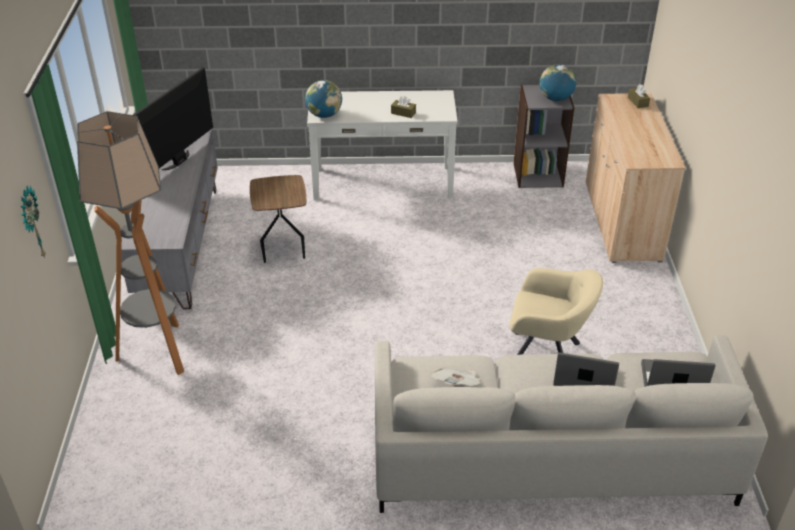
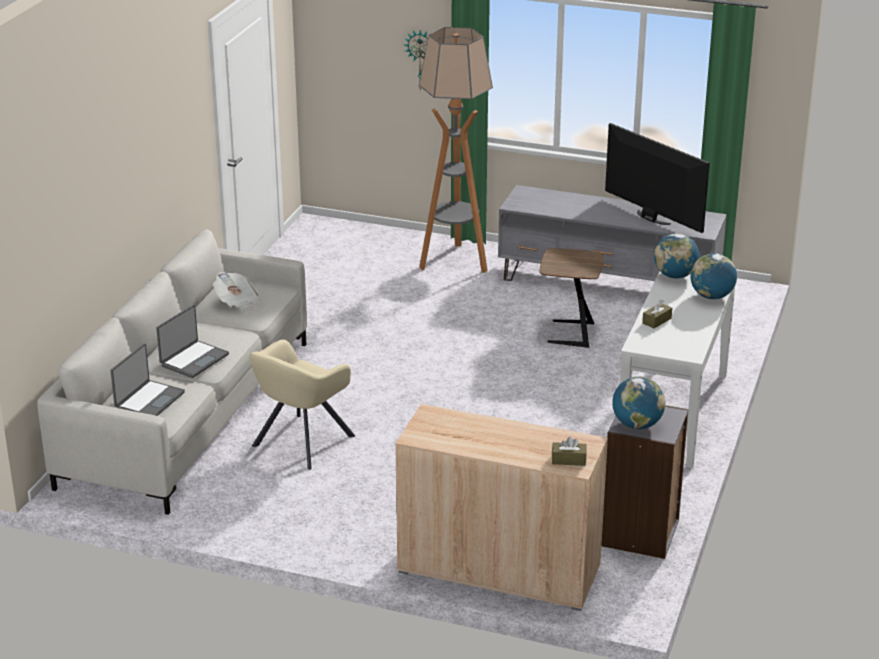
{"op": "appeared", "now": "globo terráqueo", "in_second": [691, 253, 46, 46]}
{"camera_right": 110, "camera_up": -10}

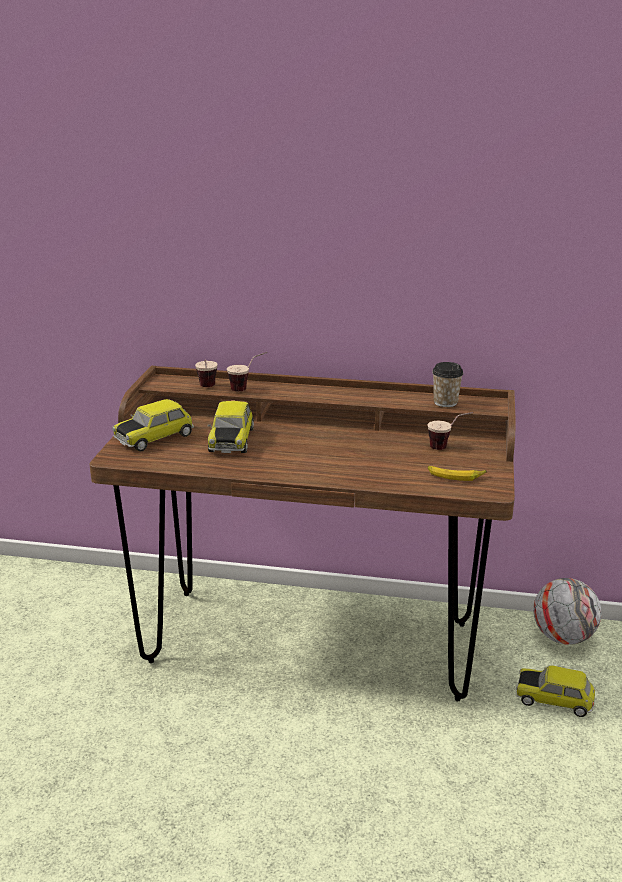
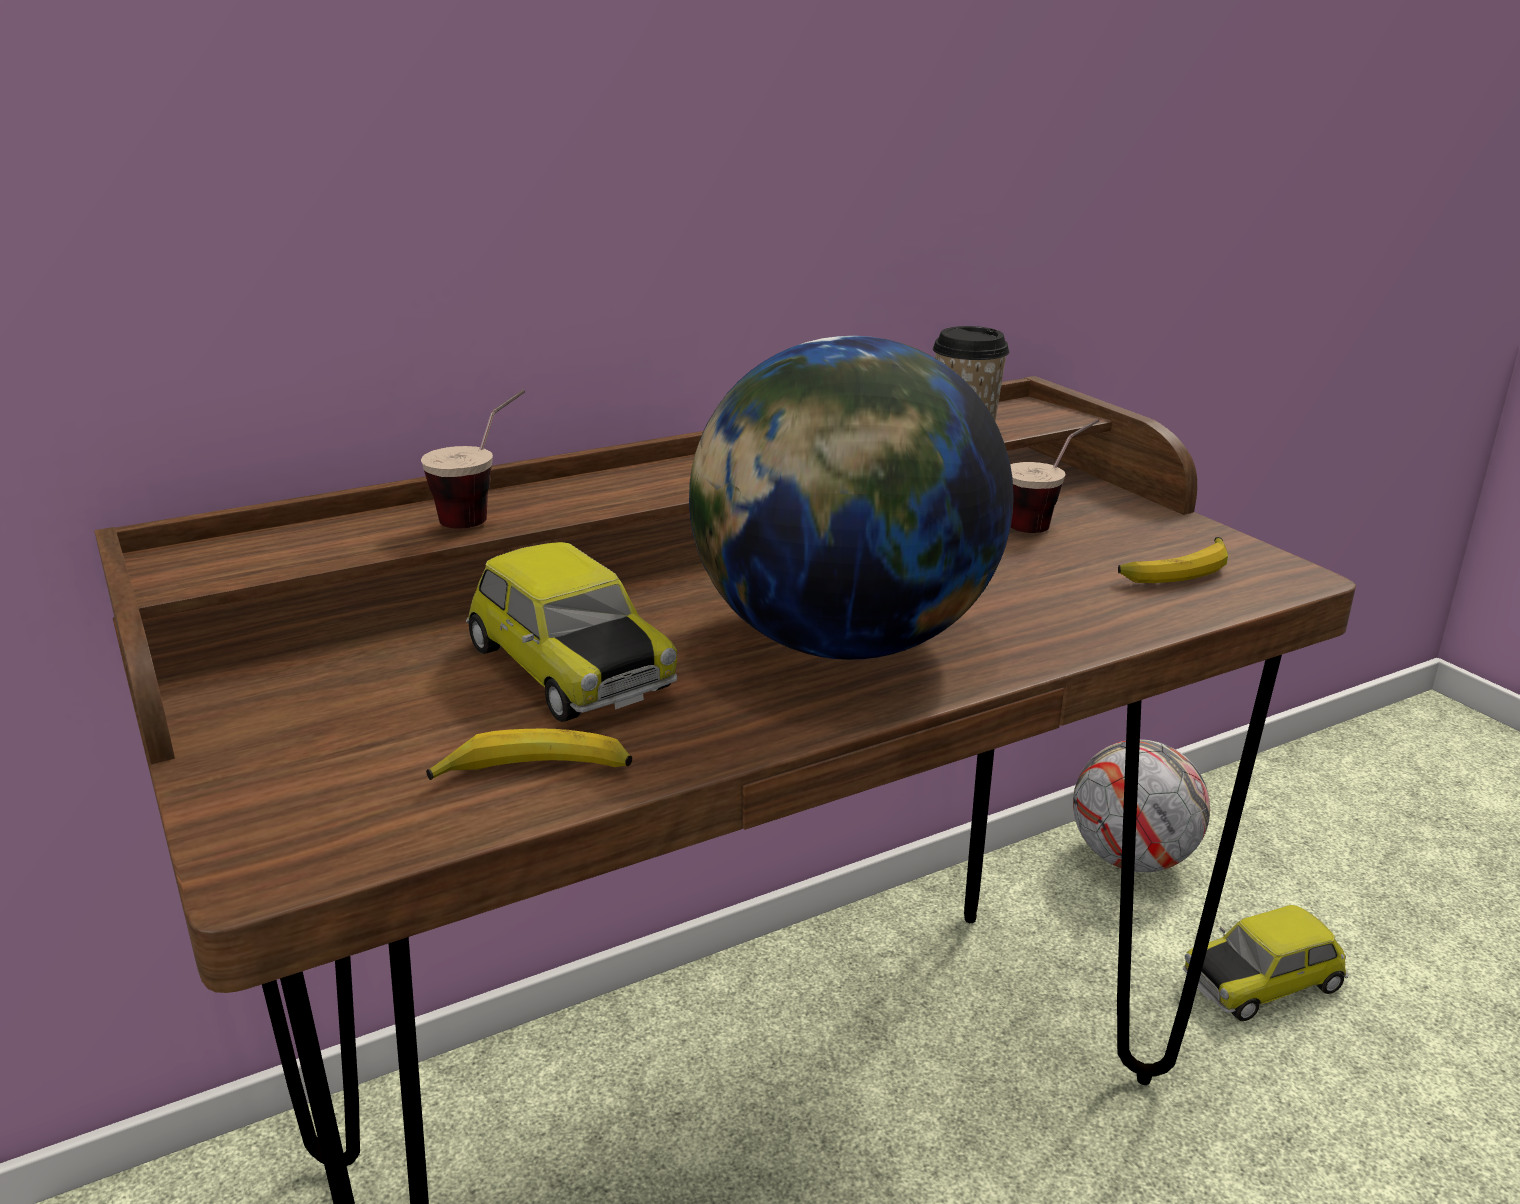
{"op": "missing", "was": "taza", "in_first": [195, 359, 23, 28]}
{"op": "missing", "was": "coche de juguete", "in_first": [112, 399, 82, 53]}
{"op": "appeared", "now": "globo terráqueo", "in_second": [689, 336, 325, 324]}
{"op": "appeared", "now": "plátano", "in_second": [426, 729, 206, 51]}
{"camera_right": -40, "camera_up": 0}

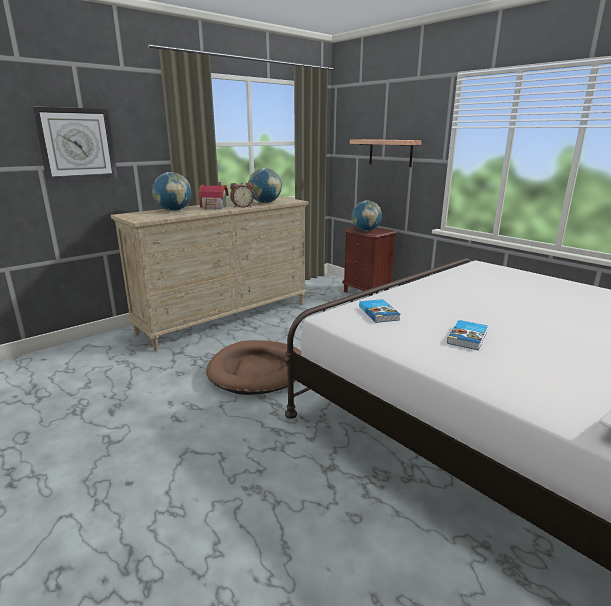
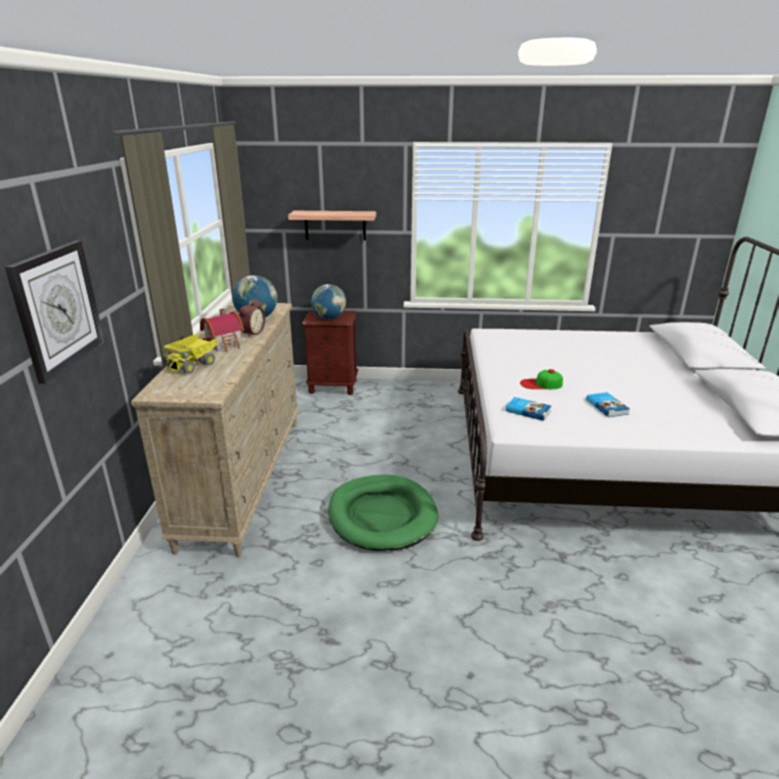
{"op": "exchanged", "was": "globo terráqueo", "now": "camión de juguete", "in_first": [152, 172, 39, 39], "in_second": [164, 334, 54, 40]}
{"op": "colour", "was": "cama para perro/marrón", "now": "cama para perro/verde", "in_first": [206, 340, 95, 55], "in_second": [328, 475, 110, 76]}
{"op": "appeared", "now": "gorra", "in_second": [520, 369, 43, 20]}
{"camera_right": -45, "camera_up": 5}

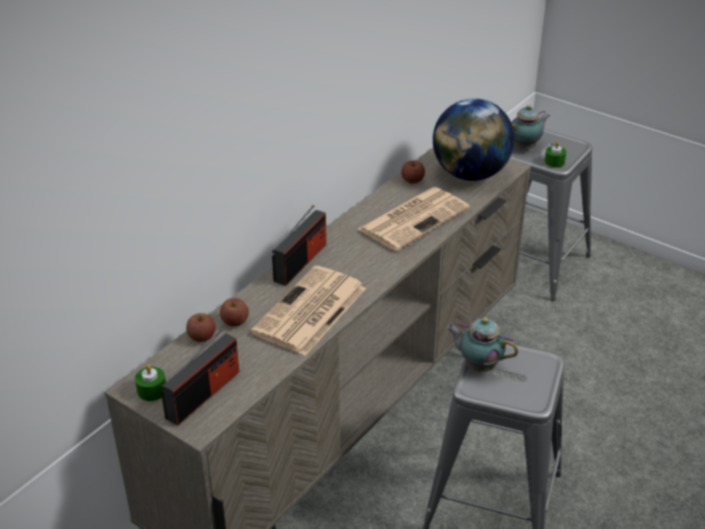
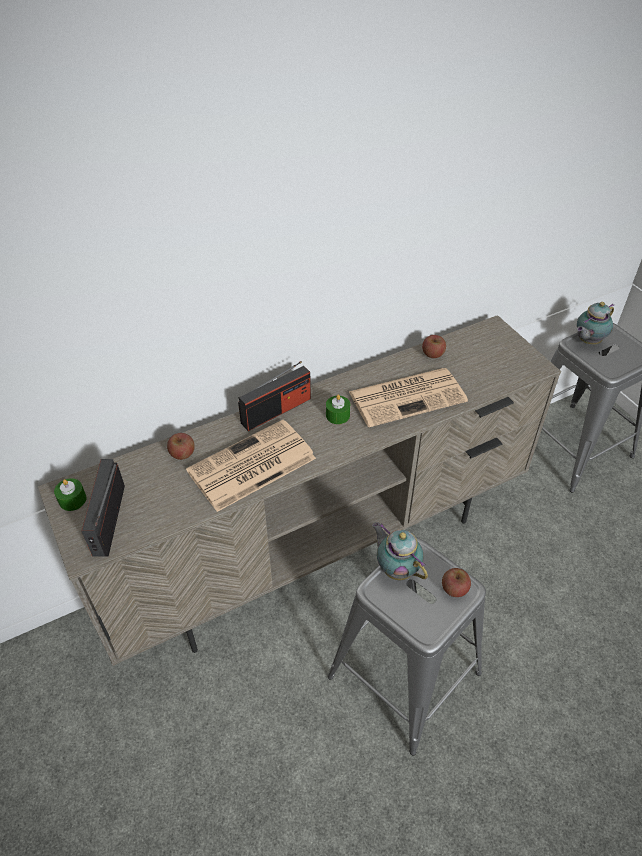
{"op": "missing", "was": "globo terráqueo", "in_first": [433, 98, 82, 83]}
{"op": "spun", "was": "tetera", "in_first": [511, 105, 39, 44], "in_second": [577, 302, 37, 43], "clockwise": 150}
{"op": "relocated", "was": "vela/verde", "in_first": [545, 141, 21, 27], "in_second": [326, 394, 24, 30]}
{"op": "relocated", "was": "manzana", "in_first": [186, 313, 29, 29], "in_second": [442, 568, 29, 29]}
{"op": "spun", "was": "radio", "in_first": [161, 328, 78, 98], "in_second": [81, 459, 44, 98], "clockwise": 120}
{"camera_right": 25, "camera_up": 10}

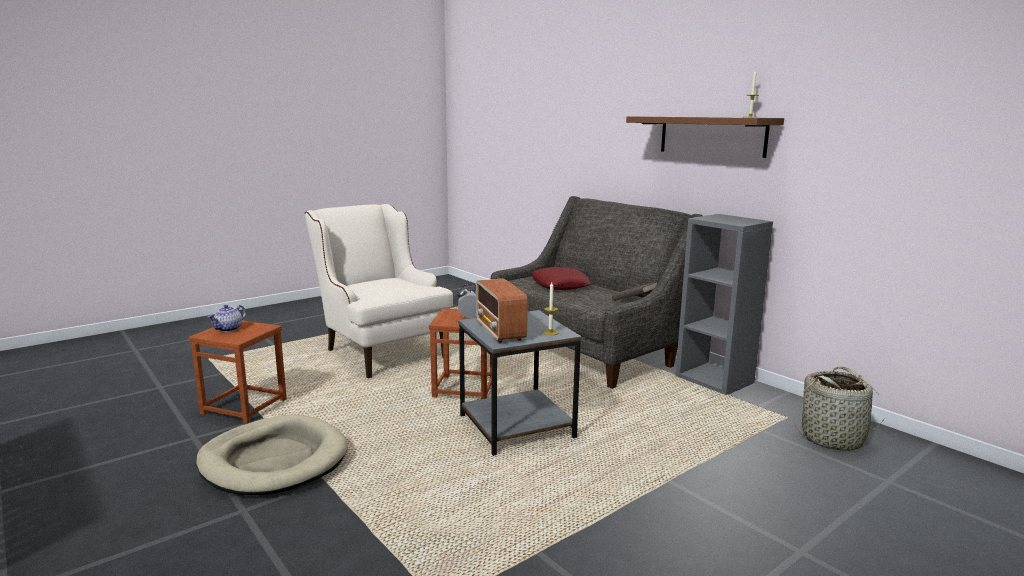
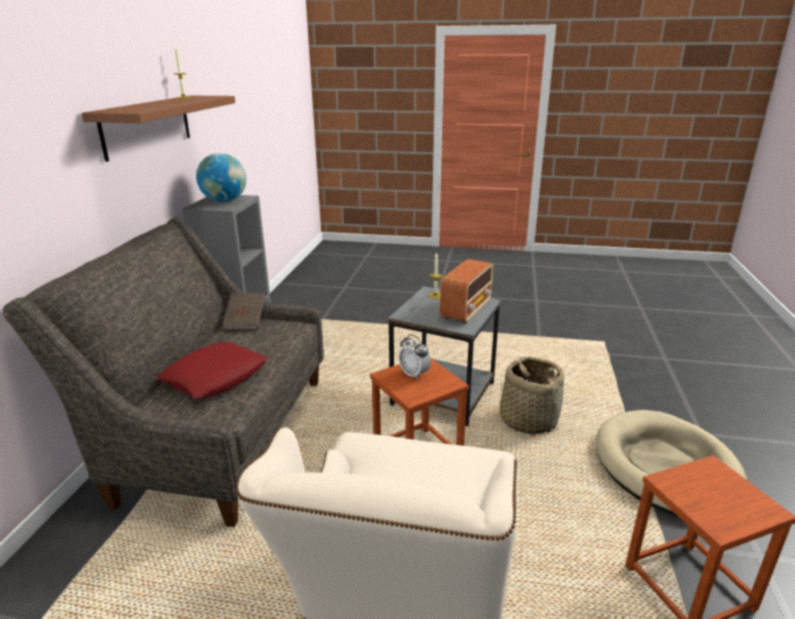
{"op": "missing", "was": "tetera", "in_first": [208, 305, 38, 27]}
{"op": "relocated", "was": "cesta", "in_first": [795, 366, 90, 85], "in_second": [500, 356, 64, 78]}
{"op": "appeared", "now": "globo terráqueo", "in_second": [196, 153, 50, 49]}
{"camera_right": -130, "camera_up": 10}

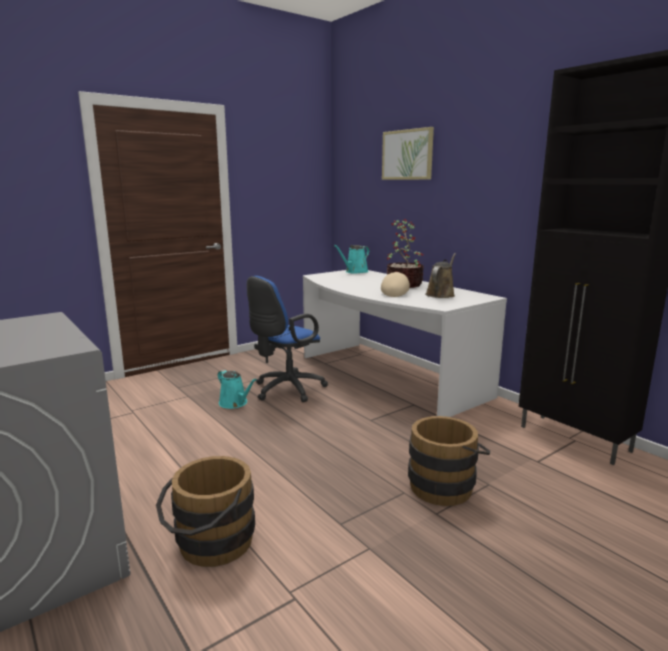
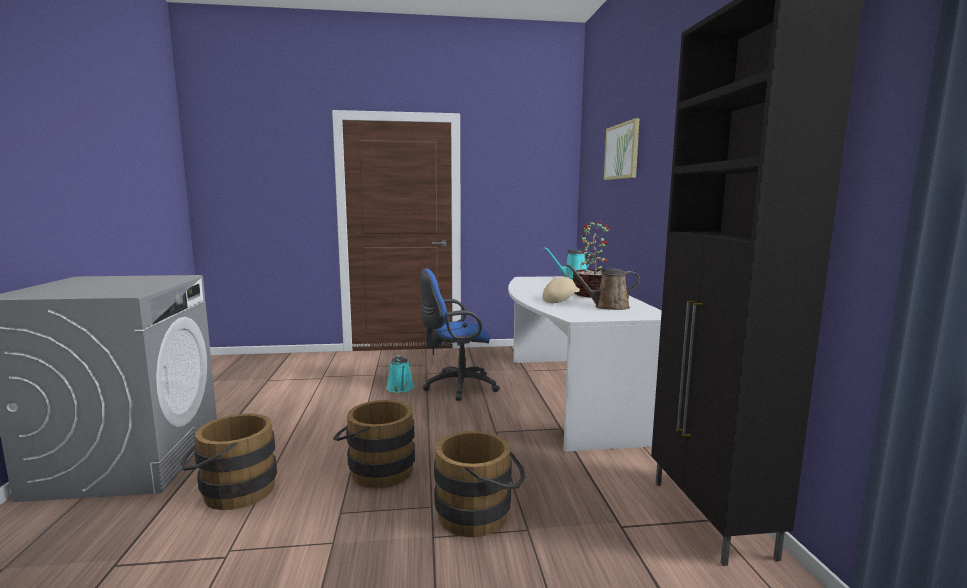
{"op": "spun", "was": "regadera/marrón", "in_first": [425, 253, 31, 45], "in_second": [566, 264, 74, 46], "clockwise": -150}
{"op": "appeared", "now": "cubo/marrón", "in_second": [333, 400, 82, 88]}
{"camera_right": 30, "camera_up": -5}

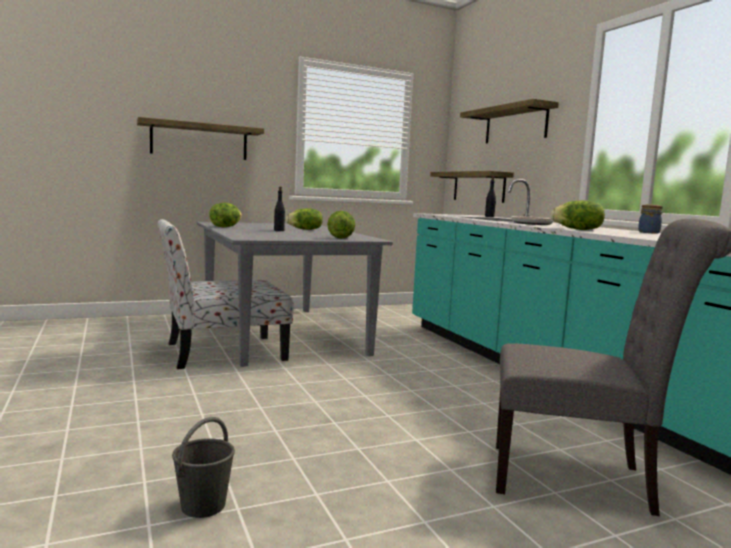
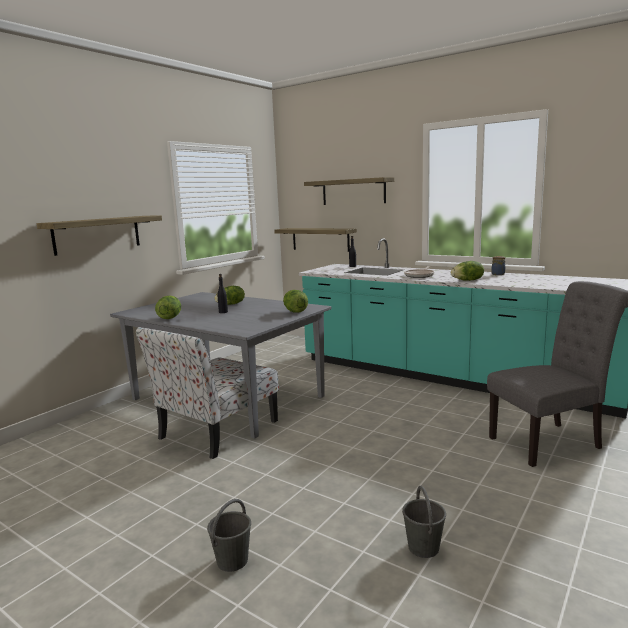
{"op": "appeared", "now": "cubo/gris", "in_second": [207, 499, 44, 73]}
{"camera_right": -30, "camera_up": 5}

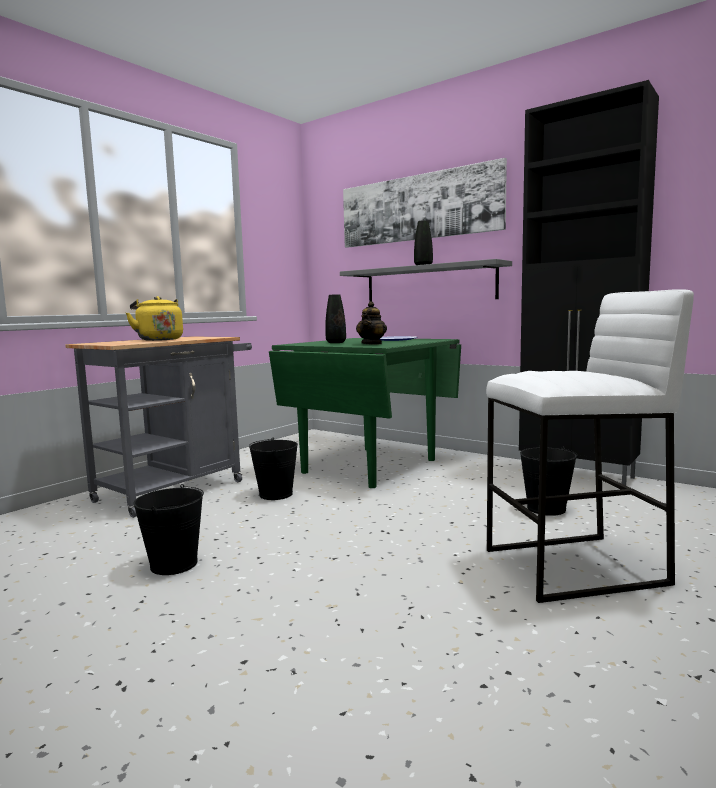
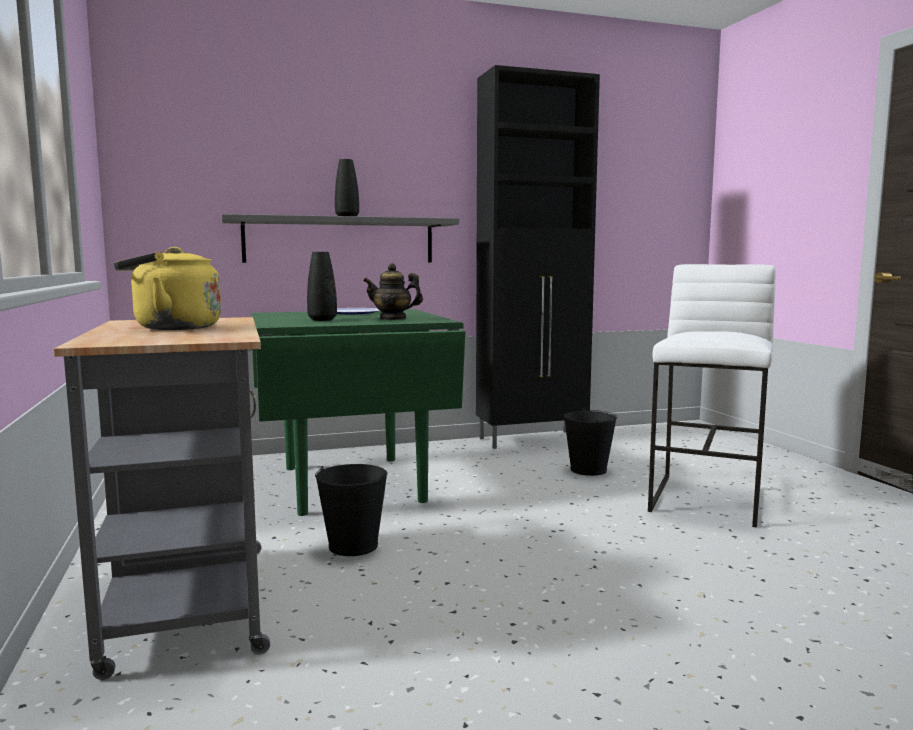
{"op": "missing", "was": "cuadro", "in_first": [343, 158, 164, 90]}
{"op": "spun", "was": "tetera", "in_first": [356, 301, 31, 44], "in_second": [363, 263, 60, 57], "clockwise": 135}
{"op": "missing", "was": "cubo/negro", "in_first": [133, 484, 71, 91]}
{"camera_right": -55, "camera_up": 0}

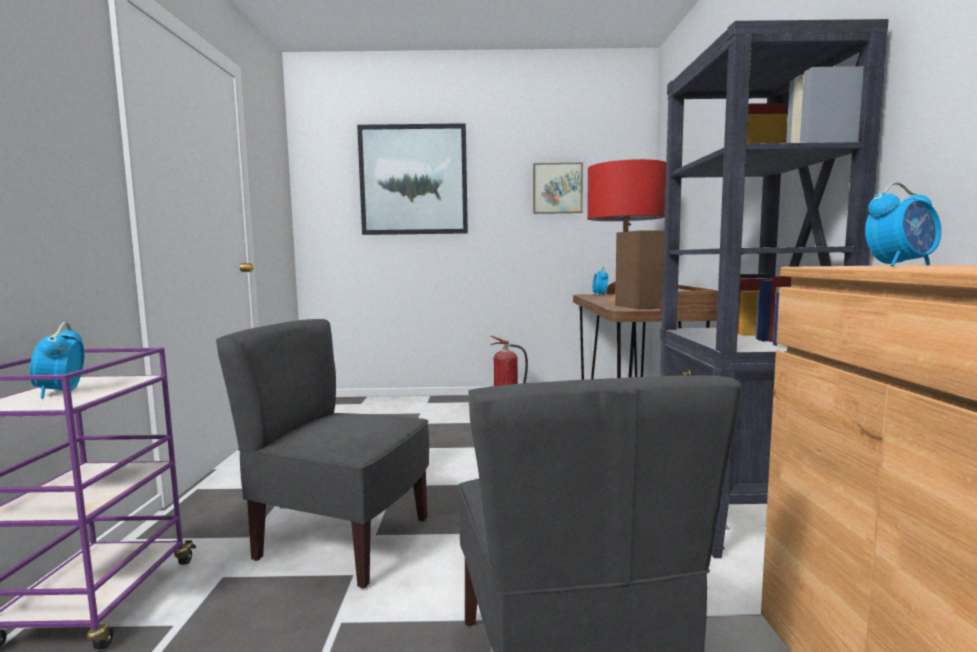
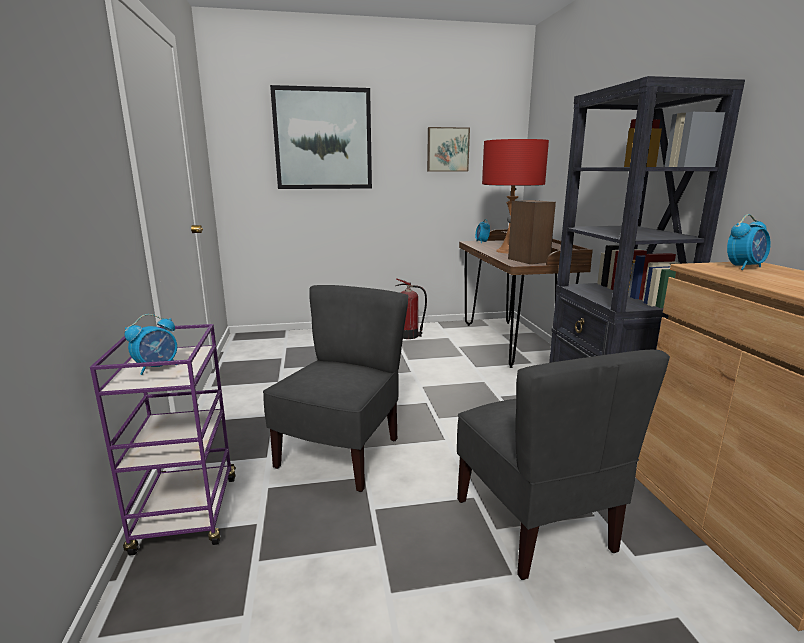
{"op": "spun", "was": "silla/gris", "in_first": [216, 319, 213, 270], "in_second": [263, 285, 145, 207], "clockwise": 105}
{"op": "spun", "was": "despertador", "in_first": [30, 322, 54, 76], "in_second": [125, 314, 53, 61], "clockwise": -105}
{"camera_right": -10, "camera_up": 10}

